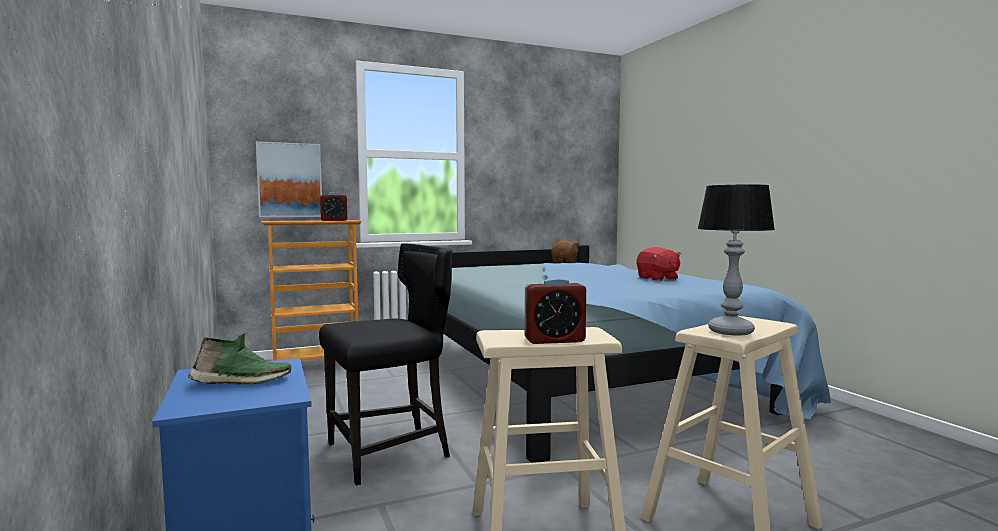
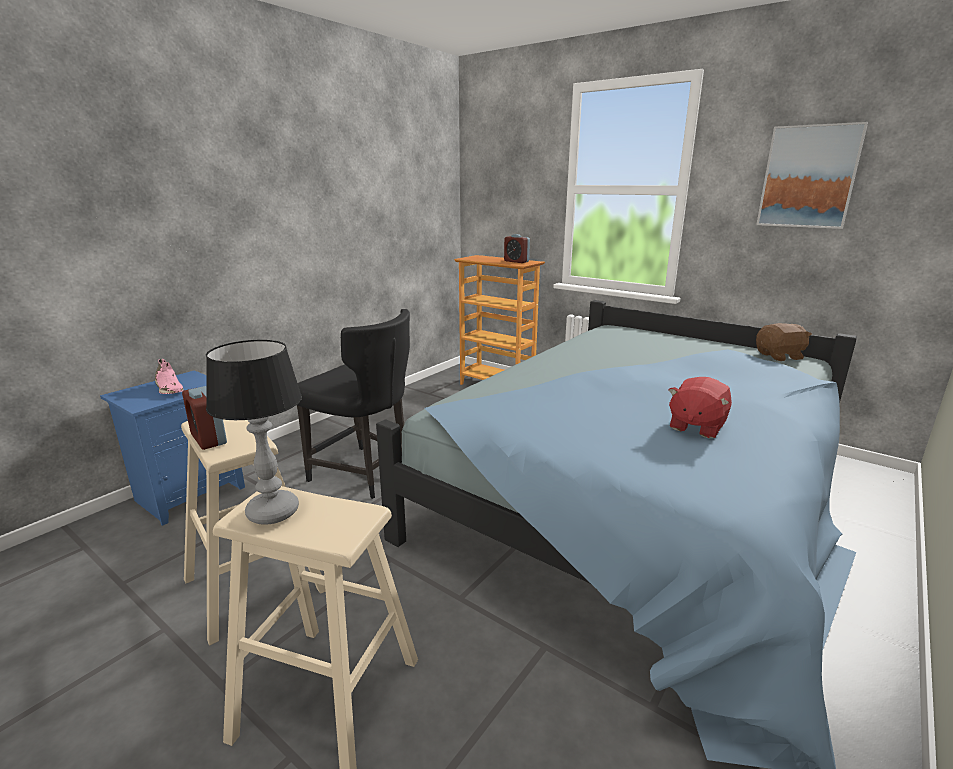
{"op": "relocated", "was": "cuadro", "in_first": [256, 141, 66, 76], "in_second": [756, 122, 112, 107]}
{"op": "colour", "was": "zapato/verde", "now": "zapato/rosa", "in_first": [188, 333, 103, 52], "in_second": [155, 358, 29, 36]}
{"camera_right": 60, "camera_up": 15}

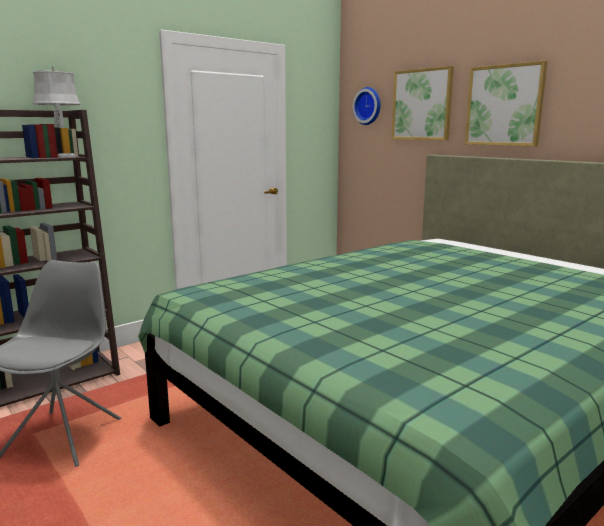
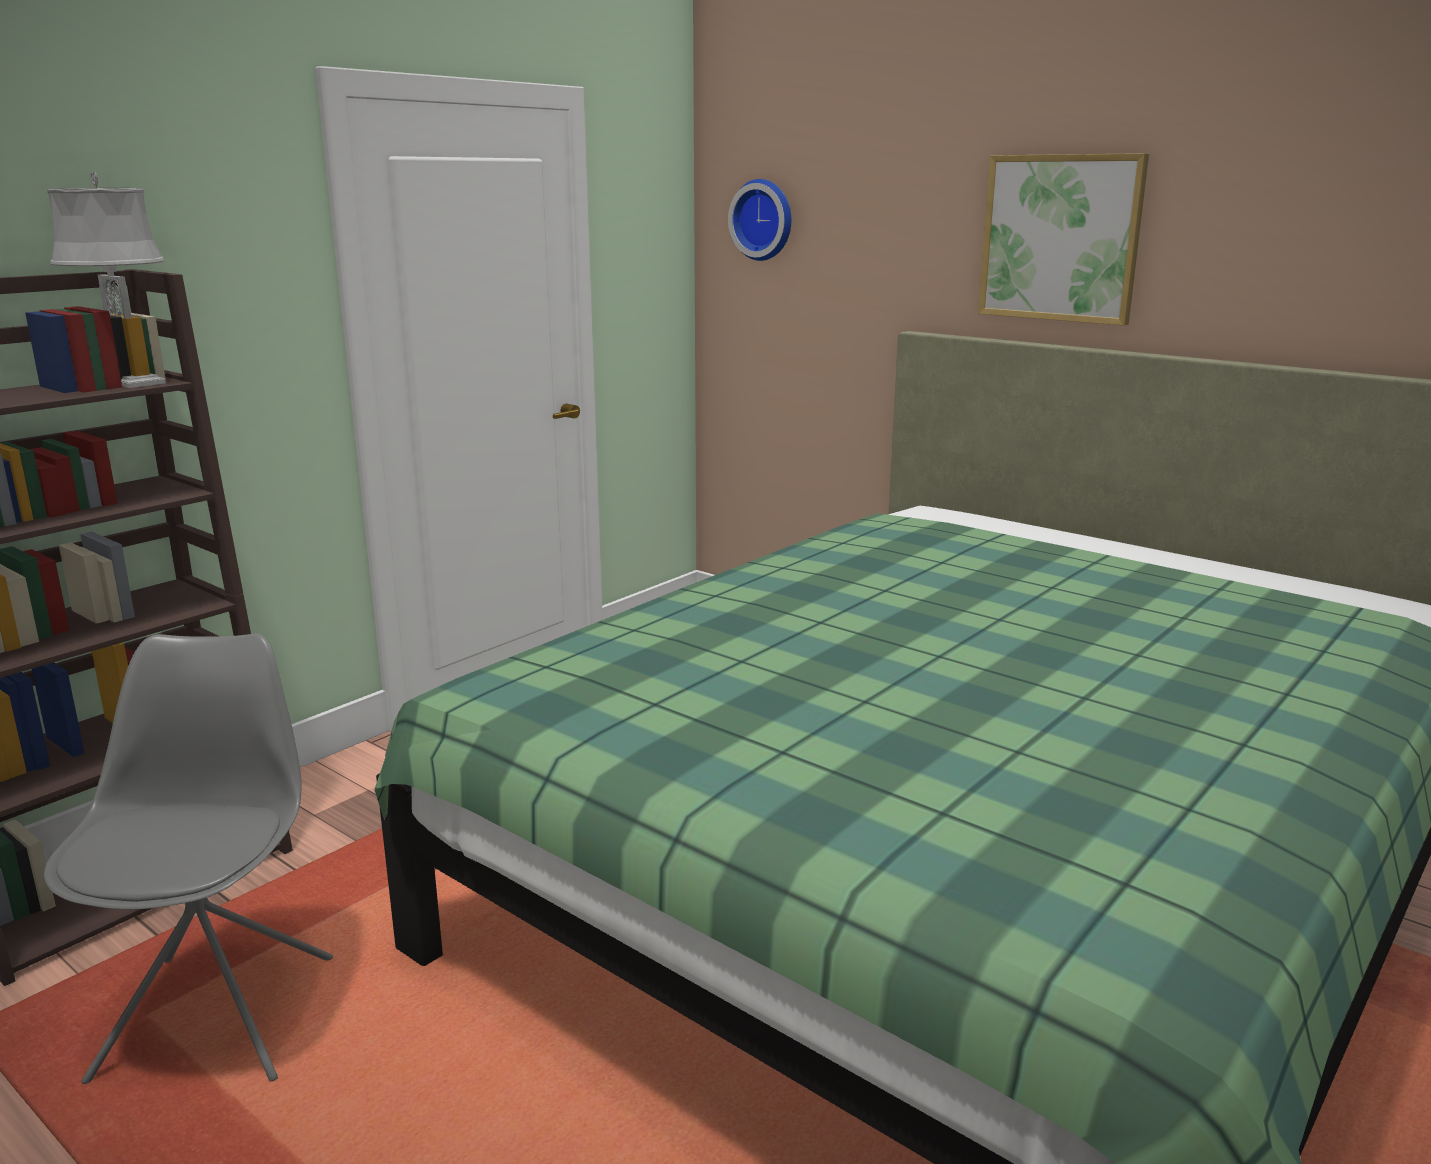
{"op": "missing", "was": "cuadro", "in_first": [392, 66, 62, 74]}
{"camera_right": -10, "camera_up": 5}

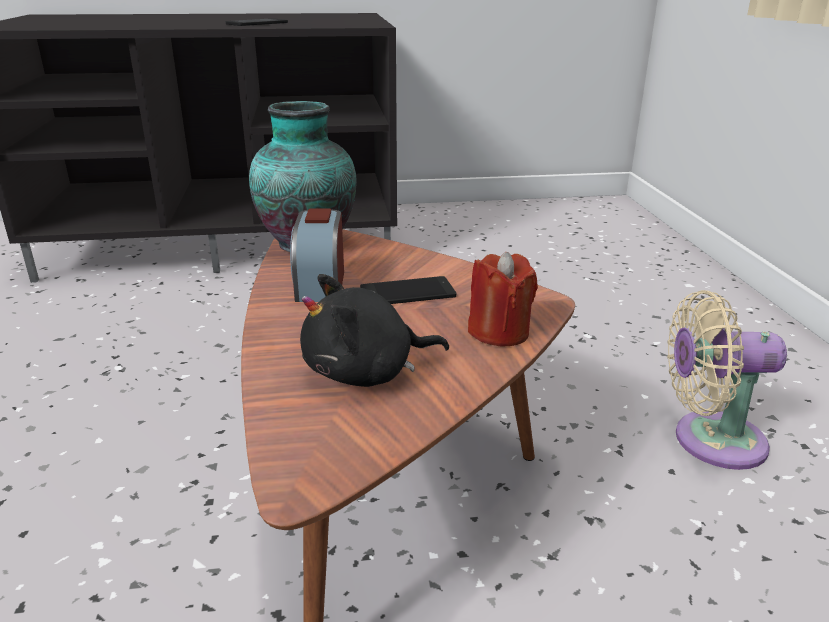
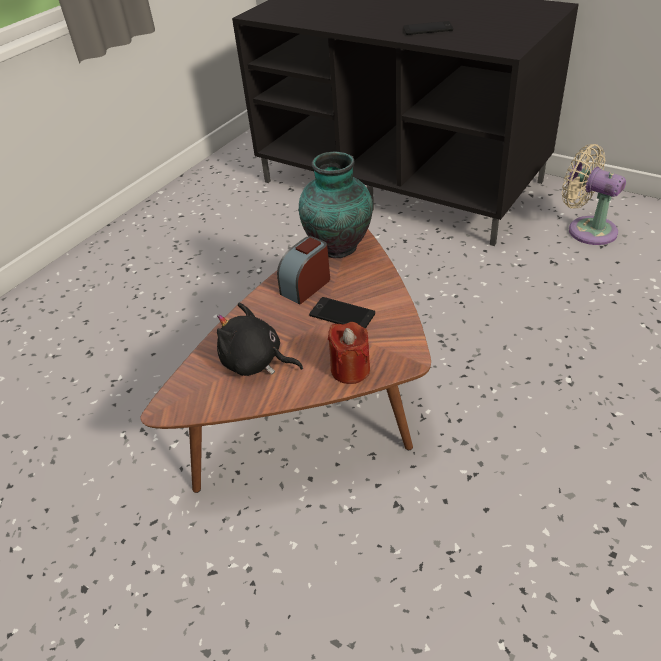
{"op": "relocated", "was": "ventilador/beis", "in_first": [667, 290, 120, 180], "in_second": [562, 144, 64, 101]}
{"camera_right": 45, "camera_up": 15}

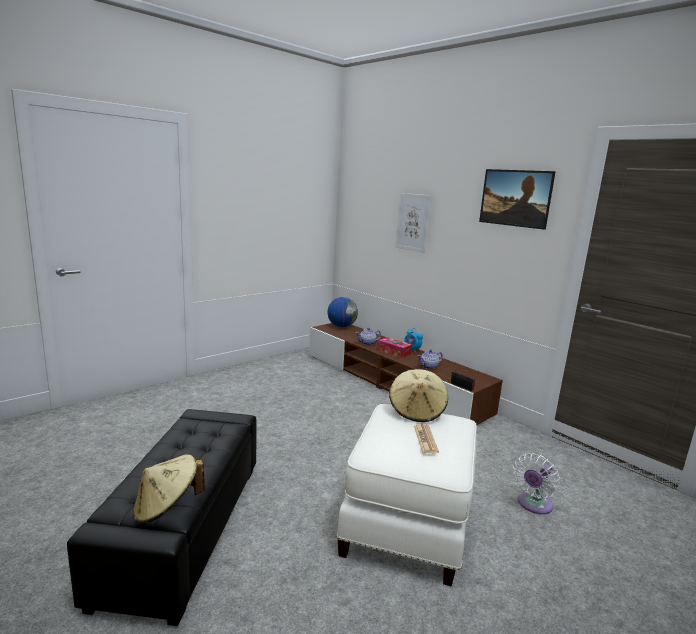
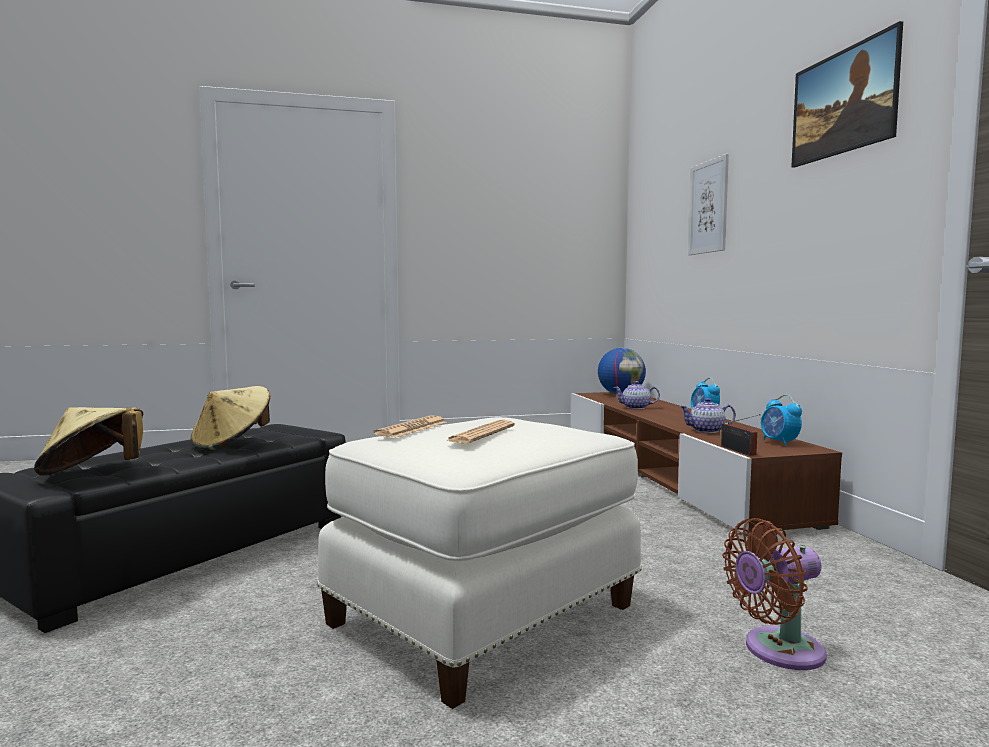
{"op": "missing", "was": "caja de pañuelos", "in_first": [378, 337, 34, 21]}
{"op": "relocated", "was": "sombrero/beis", "in_first": [389, 369, 59, 53], "in_second": [191, 386, 79, 65]}
{"op": "colour", "was": "ventilador/blanco", "now": "ventilador/marrón", "in_first": [513, 453, 47, 62], "in_second": [723, 518, 104, 152]}
{"op": "appeared", "now": "despertador", "in_second": [761, 395, 41, 51]}
{"op": "appeared", "now": "periódico", "in_second": [373, 415, 74, 22]}
{"camera_right": 30, "camera_up": -10}

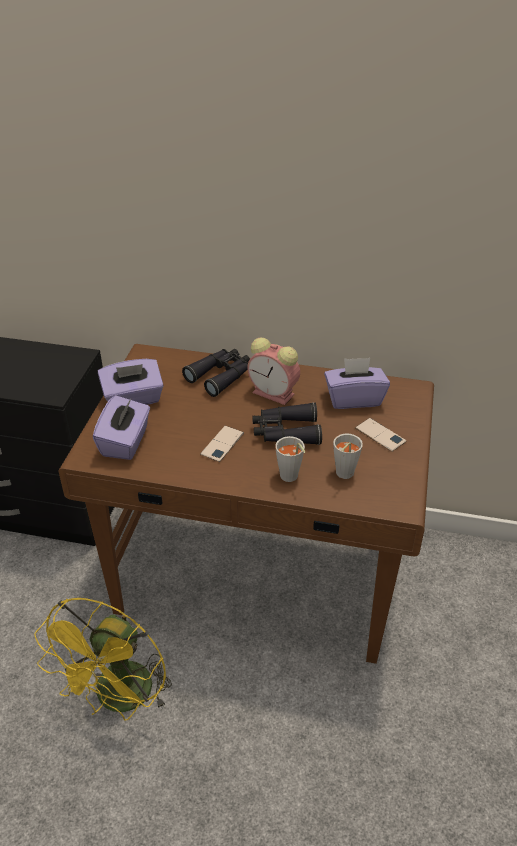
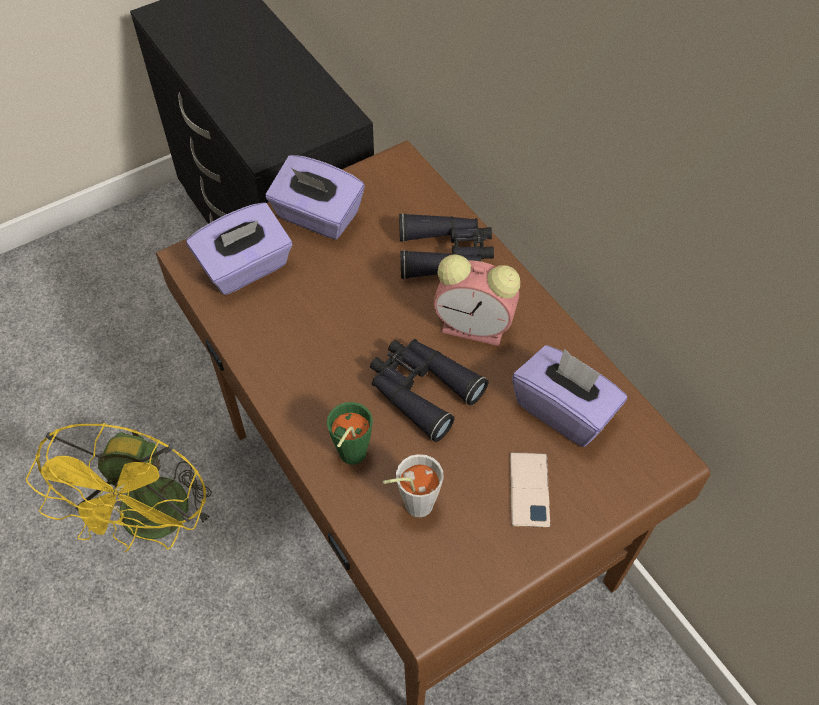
{"op": "spun", "was": "despertador", "in_first": [247, 338, 53, 67], "in_second": [433, 254, 87, 92], "clockwise": -60}
{"op": "missing", "was": "móvil", "in_first": [200, 426, 44, 36]}
{"op": "colour", "was": "taza/gris", "now": "taza/verde", "in_first": [276, 436, 29, 46], "in_second": [327, 402, 46, 63]}
{"op": "spun", "was": "ventilador/amarillo", "in_first": [34, 598, 138, 122], "in_second": [26, 423, 186, 129], "clockwise": -60}
{"camera_right": 45, "camera_up": 15}

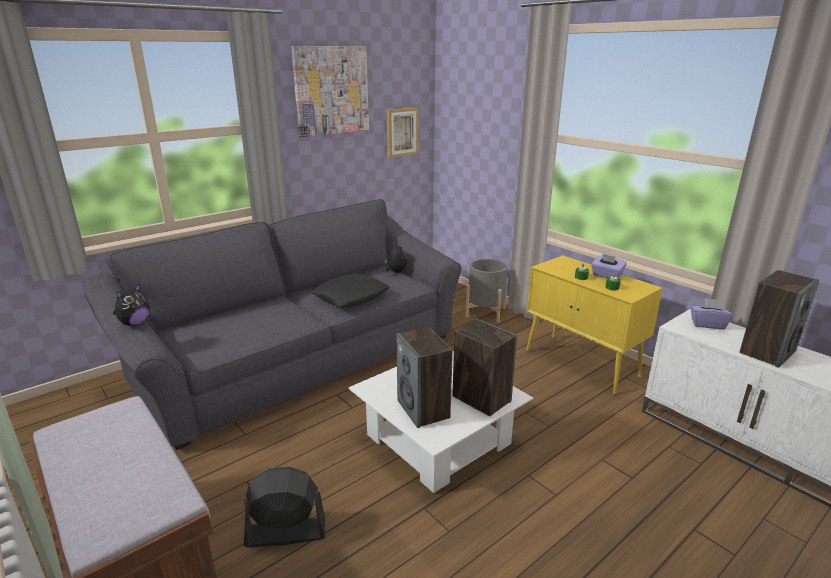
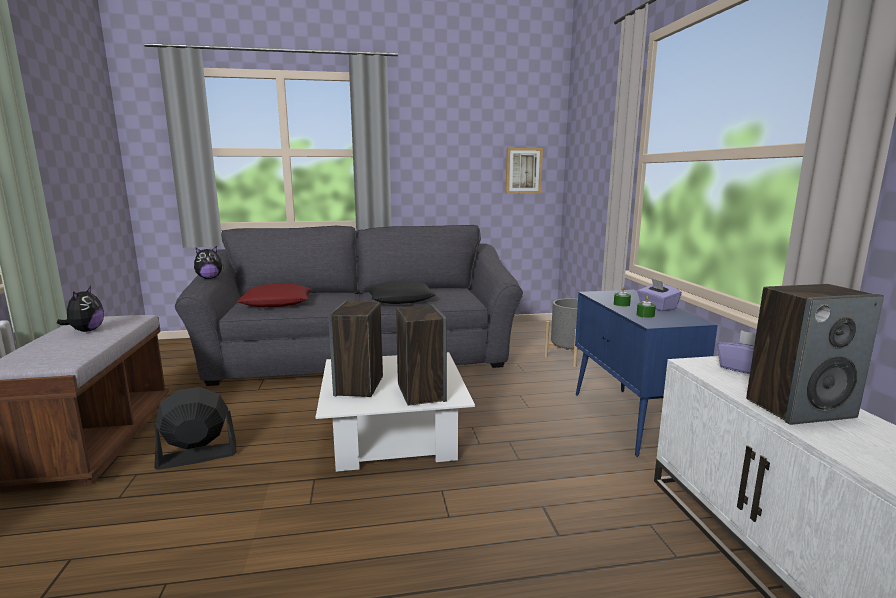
{"op": "missing", "was": "cuadro", "in_first": [291, 46, 78, 91]}
{"op": "relocated", "was": "peluche", "in_first": [384, 243, 23, 30], "in_second": [57, 286, 47, 46]}
{"op": "colour", "was": "armario/amarillo", "now": "armario/azul", "in_first": [526, 255, 137, 140], "in_second": [575, 290, 143, 167]}
{"op": "spun", "was": "ventilador/negro", "in_first": [244, 467, 81, 80], "in_second": [154, 387, 82, 83], "clockwise": -45}
{"op": "appeared", "now": "cojín/rojo", "in_second": [237, 284, 75, 23]}
{"camera_right": 30, "camera_up": -10}

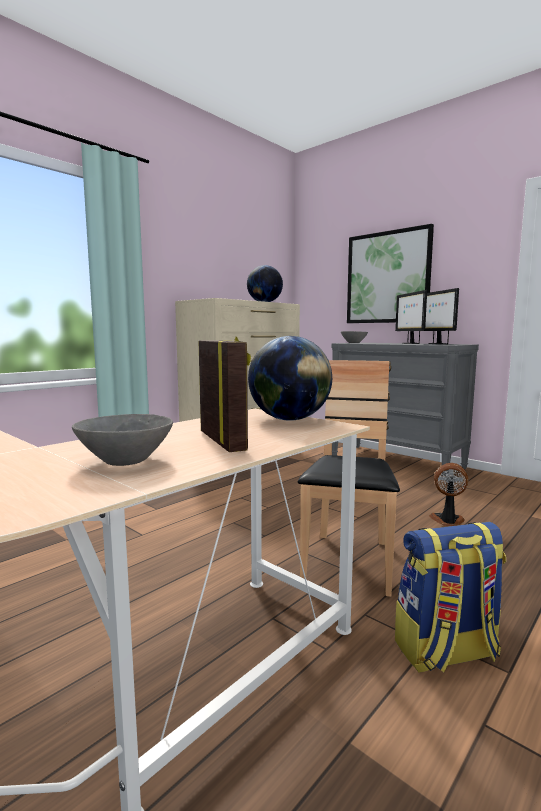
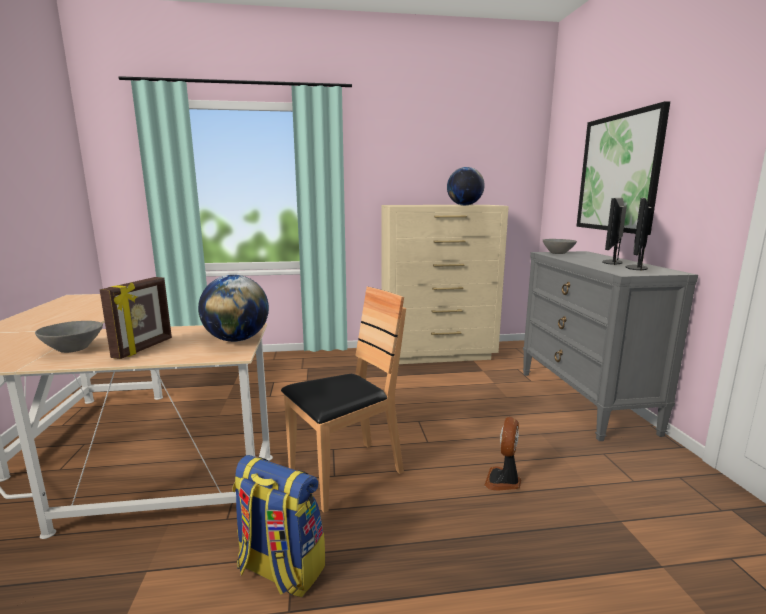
{"op": "spun", "was": "ventilador", "in_first": [429, 463, 40, 63], "in_second": [484, 417, 37, 74], "clockwise": -120}
{"camera_right": 40, "camera_up": 5}

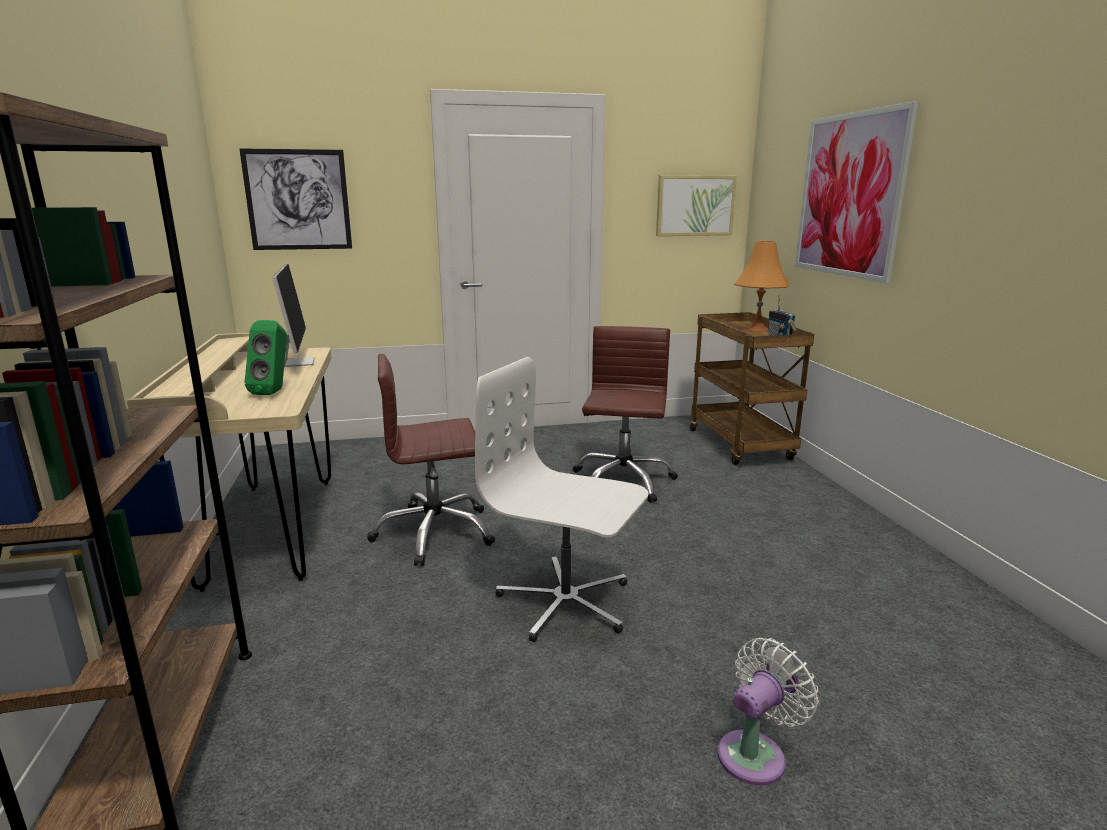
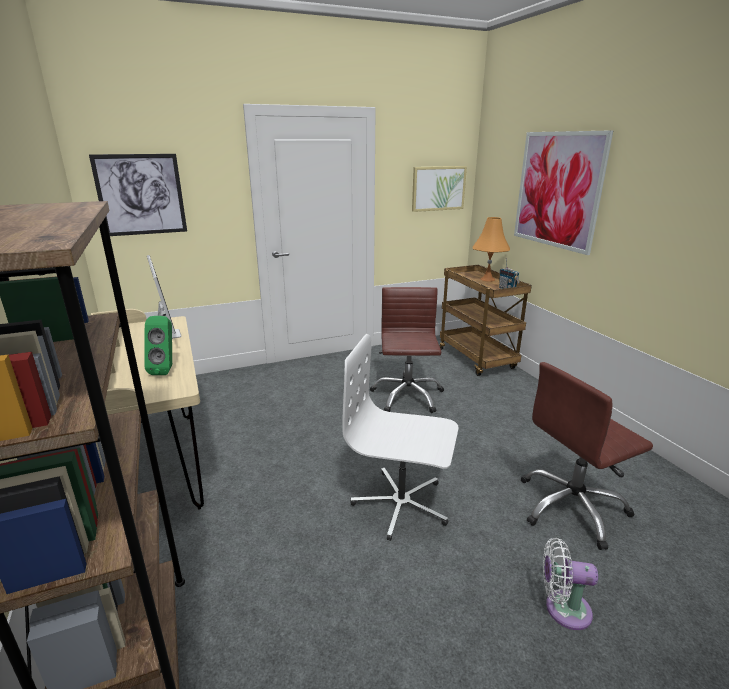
{"op": "relocated", "was": "silla de oficina/marrón", "in_first": [367, 354, 128, 212], "in_second": [521, 362, 132, 188]}
{"op": "spun", "was": "ventilador/blanco", "in_first": [718, 638, 101, 148], "in_second": [543, 538, 55, 92], "clockwise": -120}
{"camera_right": -10, "camera_up": 5}

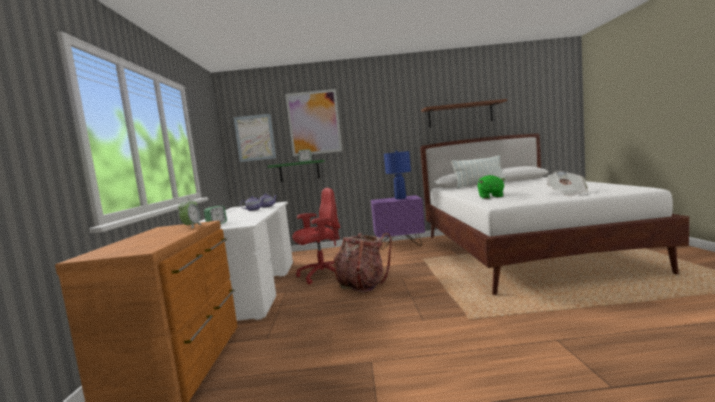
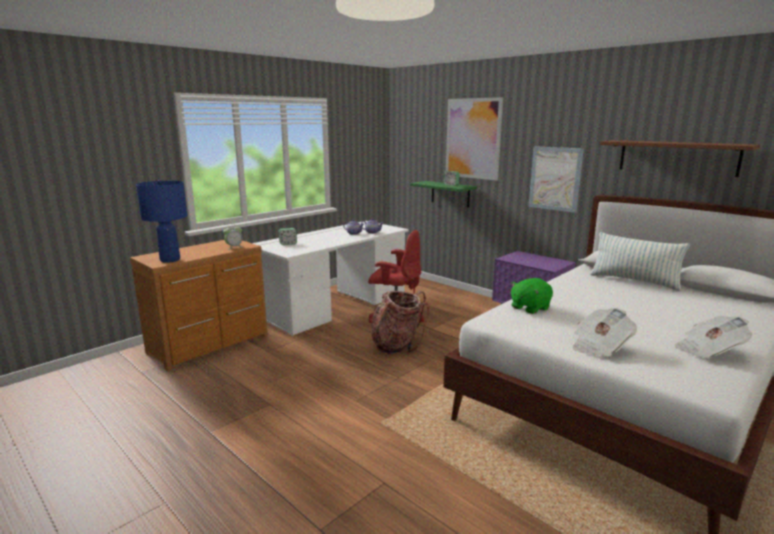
{"op": "relocated", "was": "cuadro", "in_first": [234, 114, 42, 48], "in_second": [529, 146, 55, 67]}
{"op": "relocated", "was": "lámpara de mesa/azul", "in_first": [384, 150, 27, 49], "in_second": [136, 180, 51, 83]}
{"op": "appeared", "now": "periódico", "in_second": [675, 316, 77, 42]}
{"camera_right": 45, "camera_up": 10}

